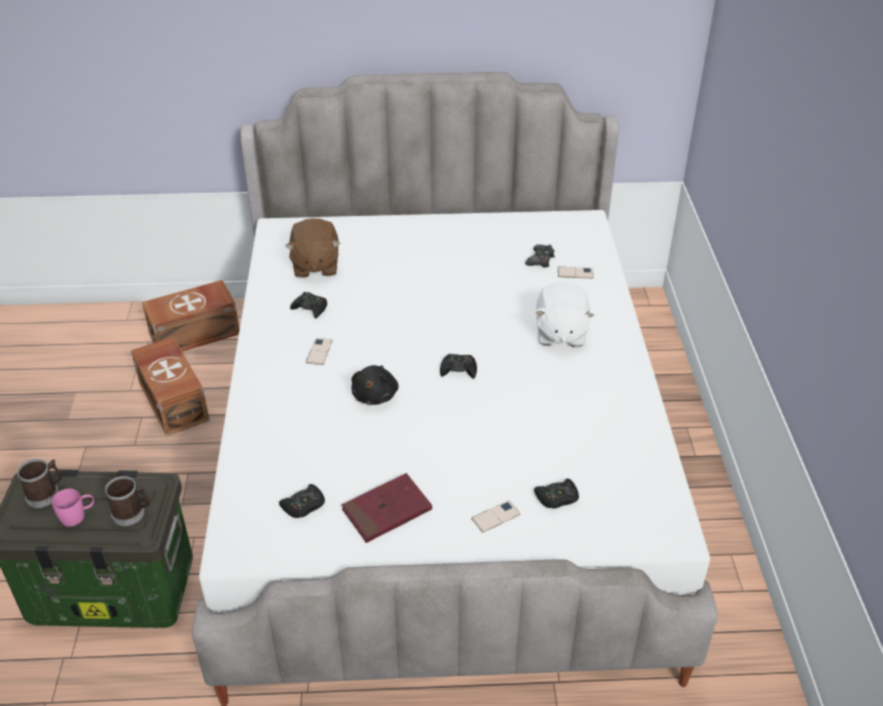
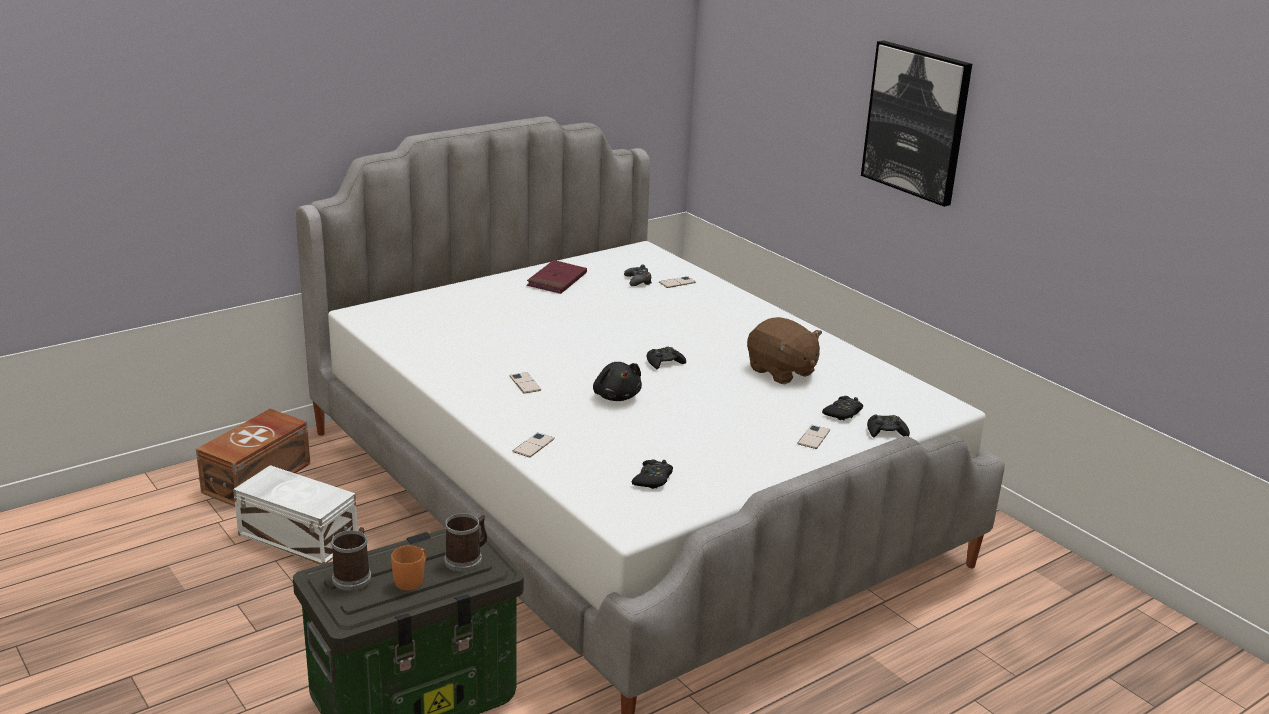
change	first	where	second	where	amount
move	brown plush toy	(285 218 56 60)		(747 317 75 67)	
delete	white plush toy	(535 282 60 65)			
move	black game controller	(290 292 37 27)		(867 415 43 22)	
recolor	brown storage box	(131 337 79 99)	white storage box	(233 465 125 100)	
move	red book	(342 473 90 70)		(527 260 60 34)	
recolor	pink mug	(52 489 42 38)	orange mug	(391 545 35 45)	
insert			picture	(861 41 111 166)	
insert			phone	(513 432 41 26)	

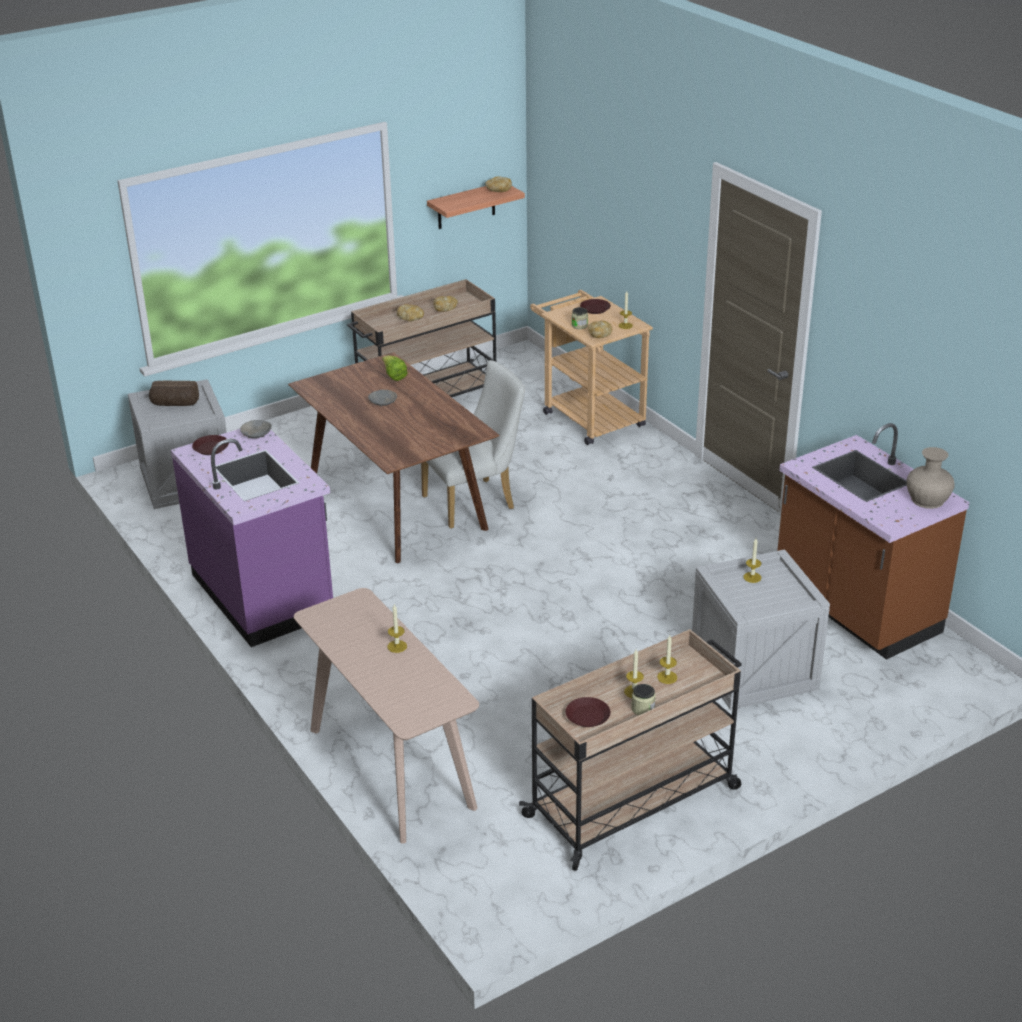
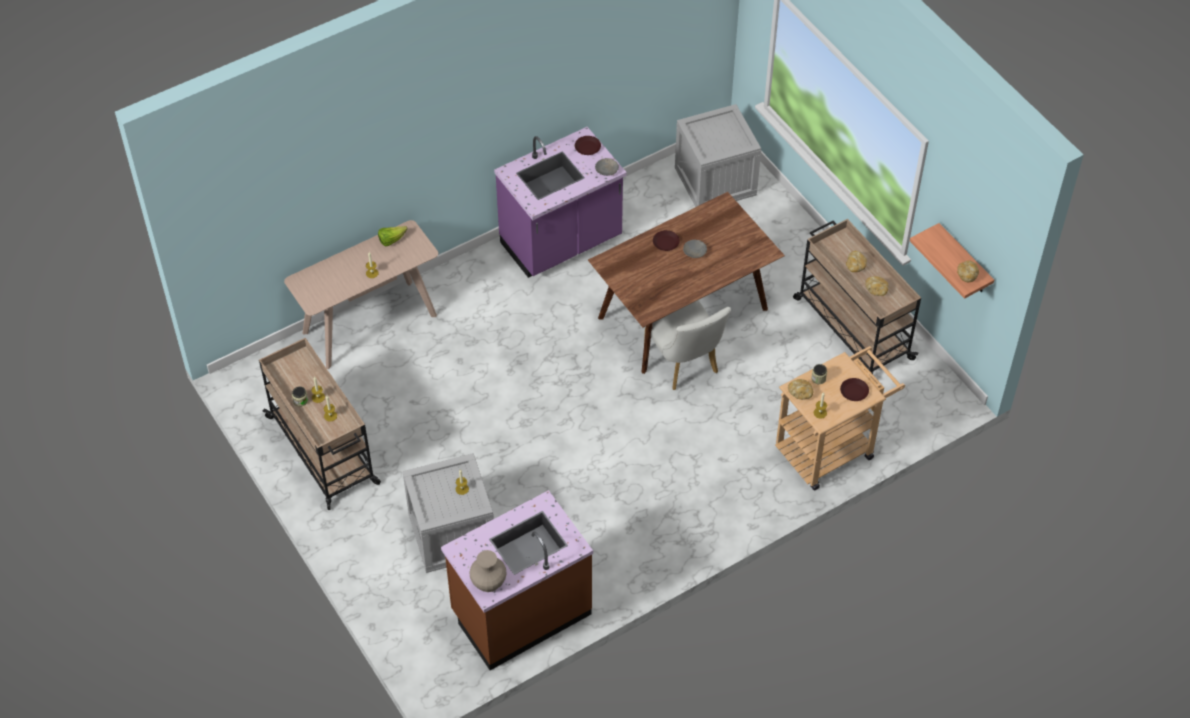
change	first	where	second	where	amount
move	lettuce	(382 355 26 26)		(378 226 29 20)	
delete	bread	(149 381 50 25)			
move	brown plate	(565 697 45 30)		(653 230 27 21)	

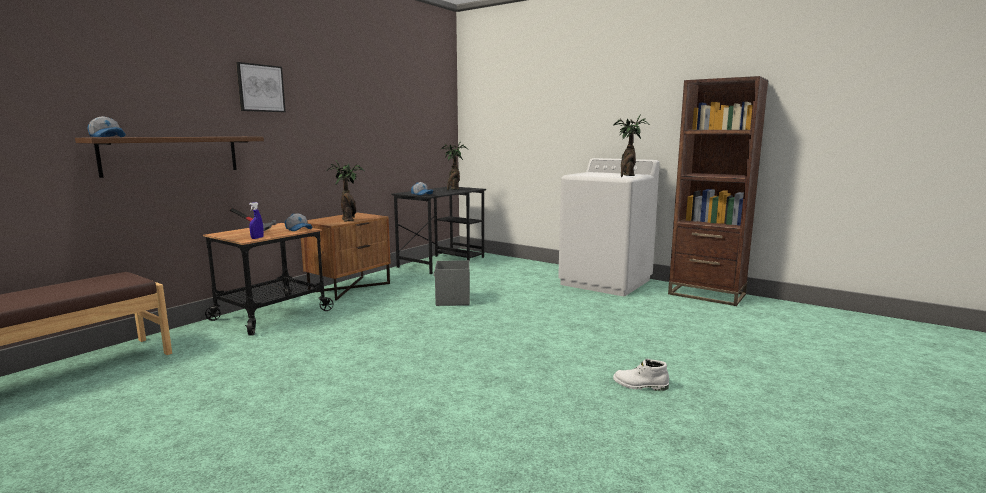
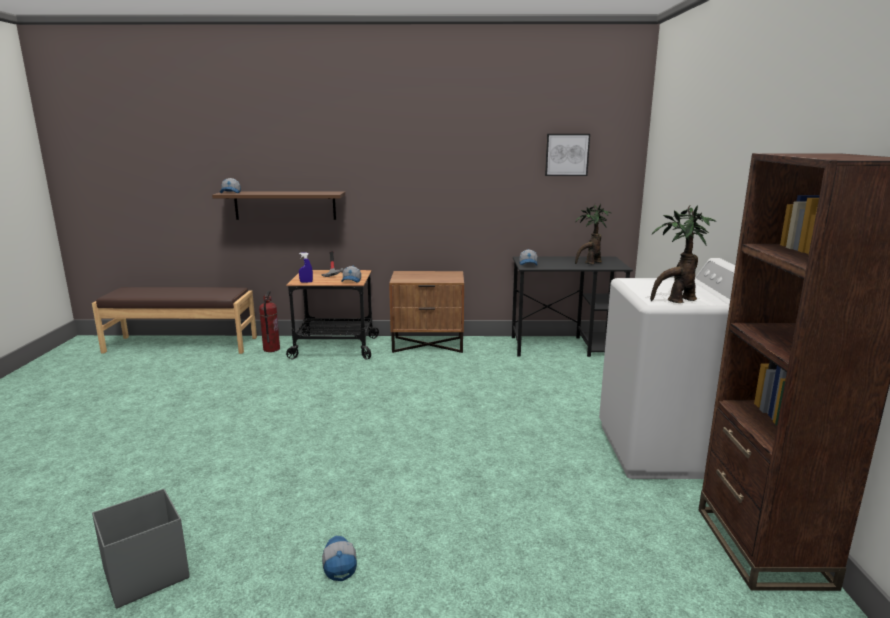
change	first	where	second	where	amount
move	picture	(236 62 50 50)		(545 134 45 42)	
delete	potted plant	(327 160 37 61)			
move	grey storage box	(434 260 36 46)		(92 489 98 119)	
replace	white boot	(613 359 56 32)	cap	(322 536 35 45)	
insert			fire extinguisher	(259 291 21 61)	

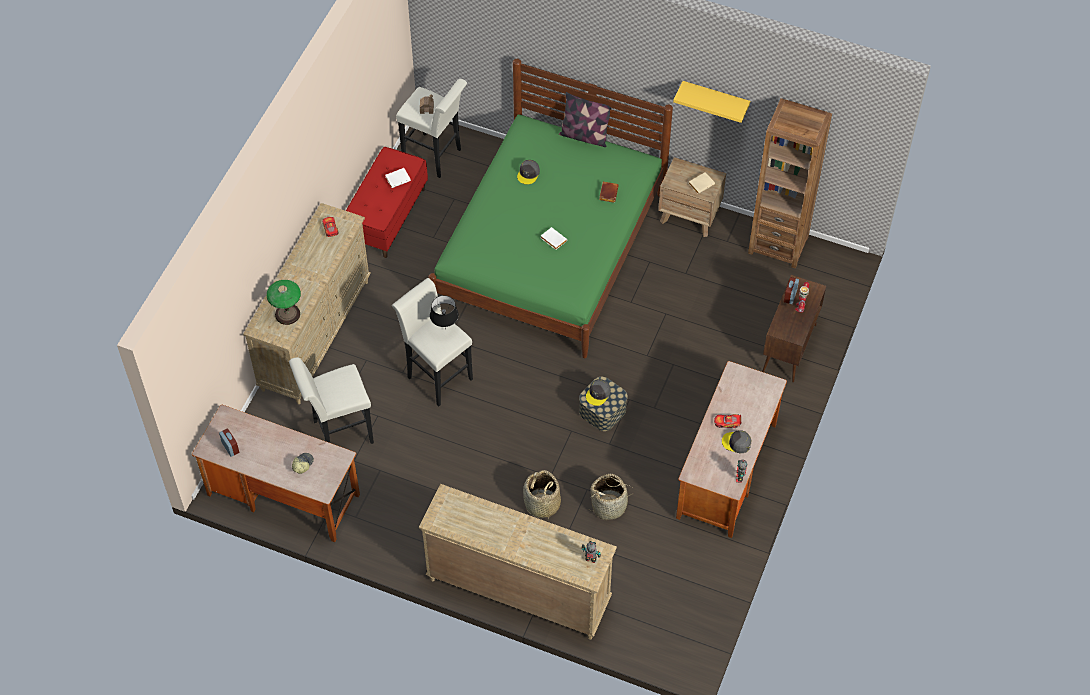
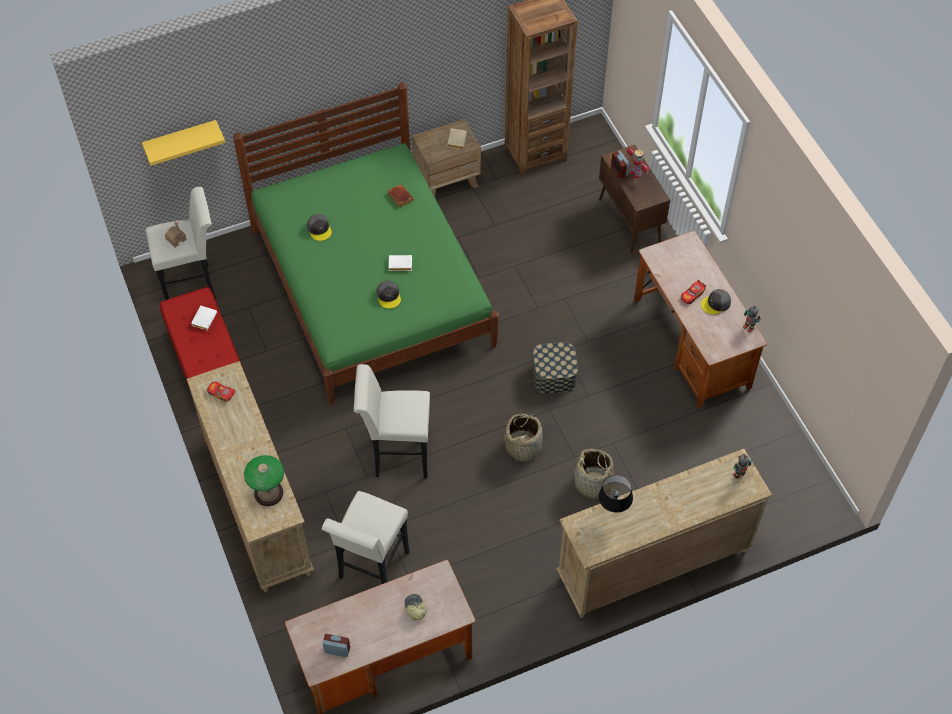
change	first	where	second	where	amount
move	yellow shelf	(673 81 77 42)		(142 120 83 46)	
delete	pillow	(559 92 52 55)			
move	black table lamp	(430 295 29 35)		(599 475 34 38)	
move	grey cap	(586 379 25 27)		(376 280 25 29)	
move	basket	(590 474 45 46)		(504 414 39 48)	

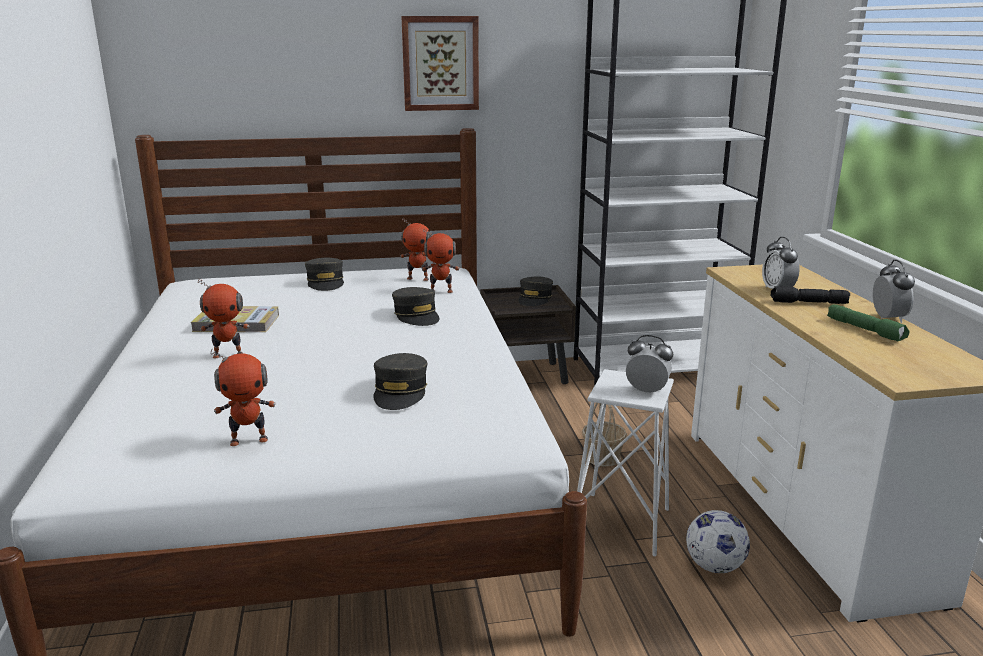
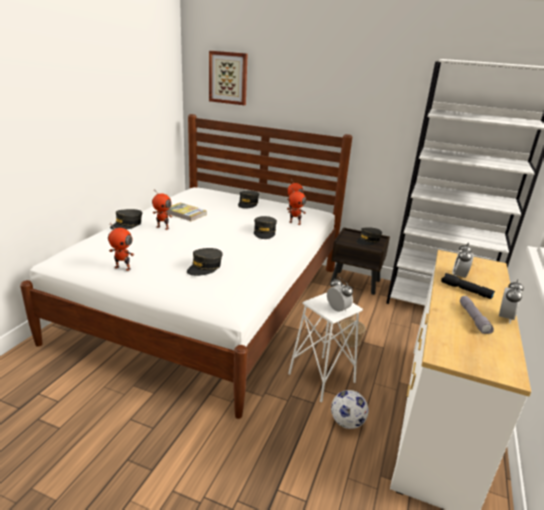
change	first	where	second	where	amount
move	picture	(401 16 78 95)		(209 51 39 54)	
recolor	green flashlight	(827 304 83 37)	grey flashlight	(460 296 34 38)	
insert			grey cap	(110 209 32 21)	

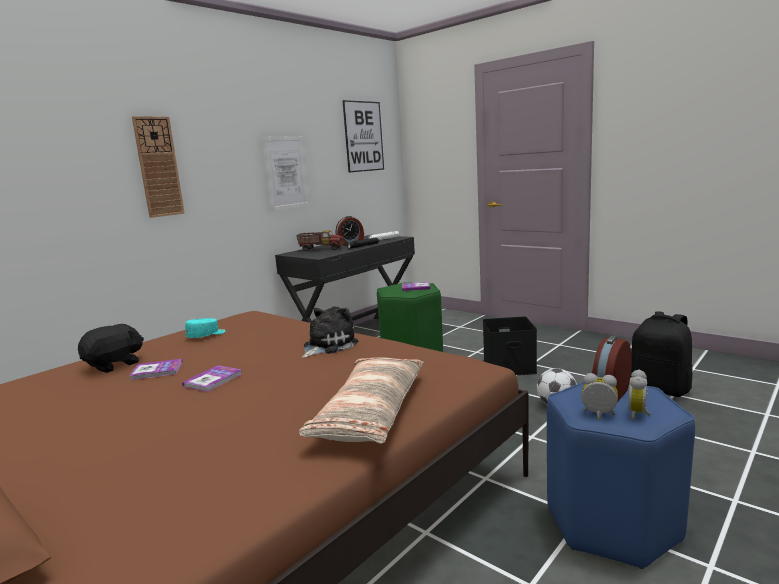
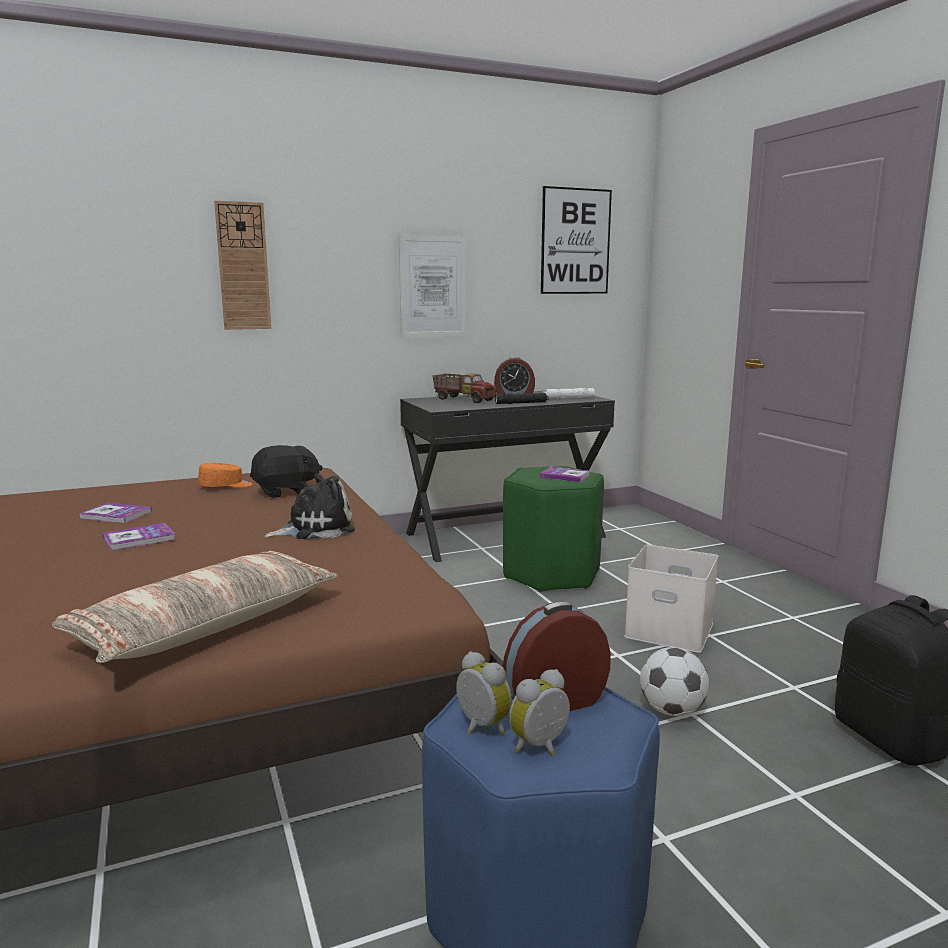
change	first	where	second	where	amount
recolor	black storage box	(483 316 54 59)	white storage box	(624 545 94 108)	
recolor	turquoise cap	(185 318 40 20)	orange cap	(198 463 55 25)	
move	black plush toy	(78 324 66 49)		(250 445 73 53)	

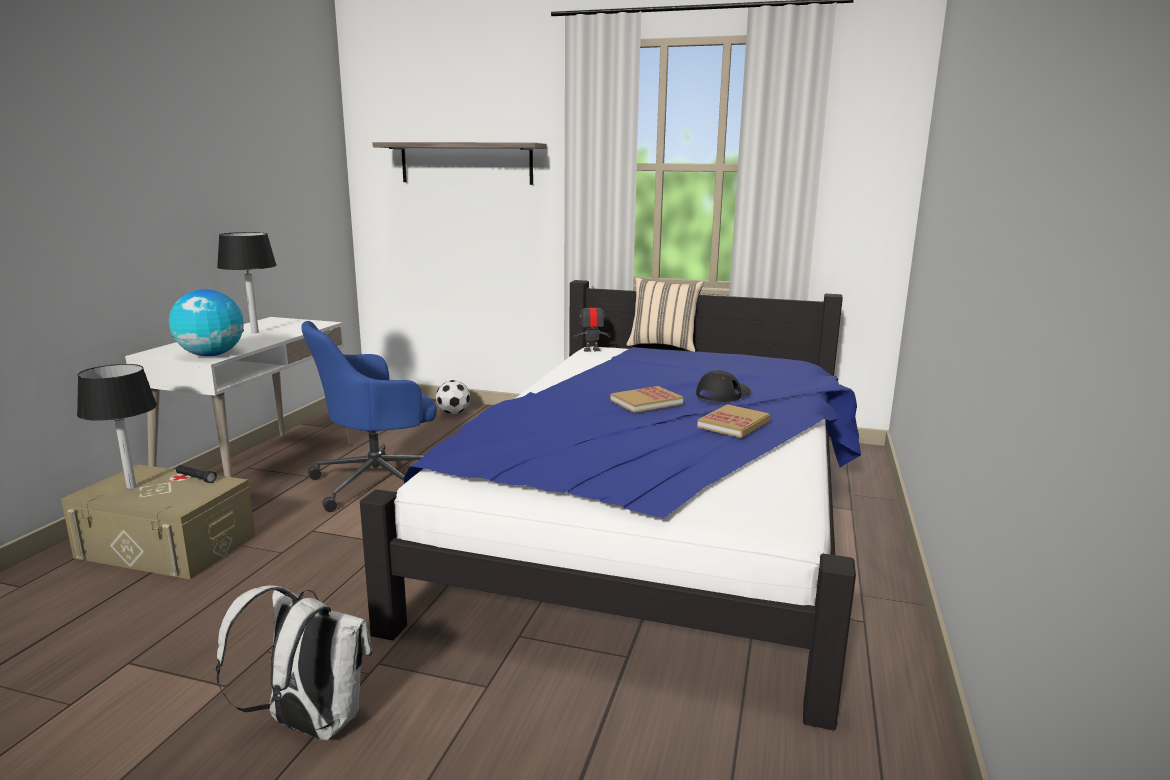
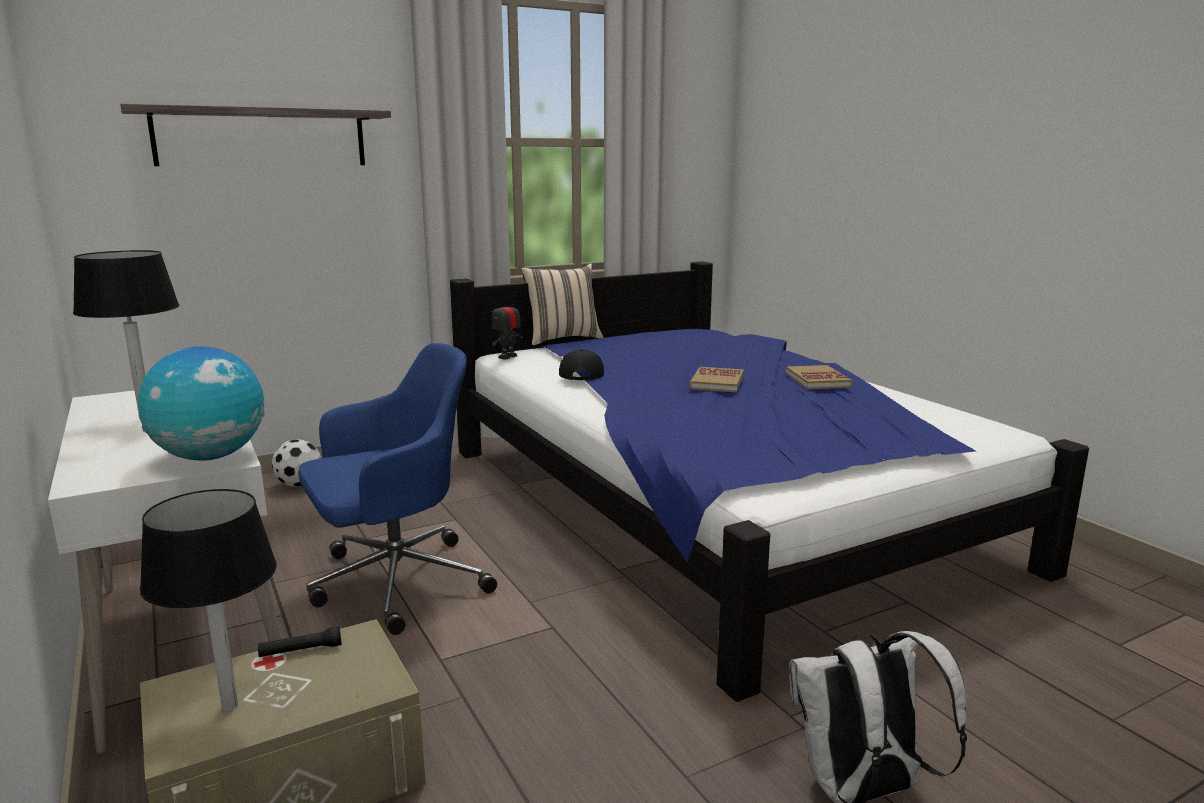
change	first	where	second	where	amount
rotate	blue office chair	(301 321 136 191)		(298 343 199 292)	135 degrees counterclockwise
move	black cap	(696 370 55 32)		(559 349 45 31)	

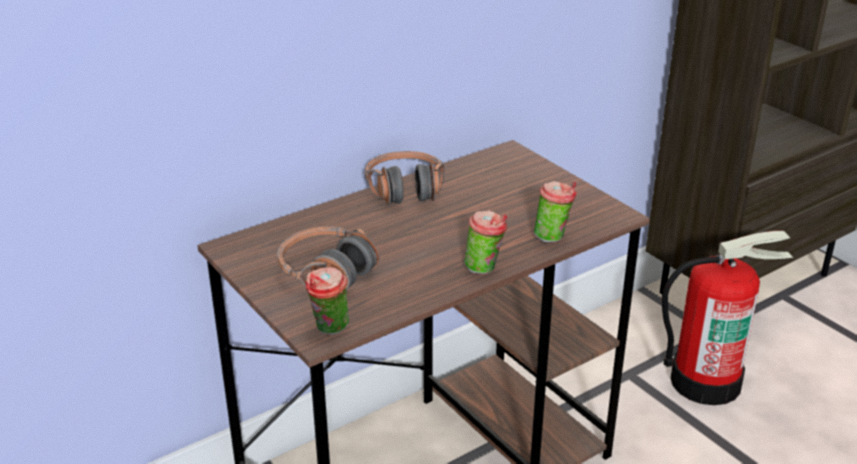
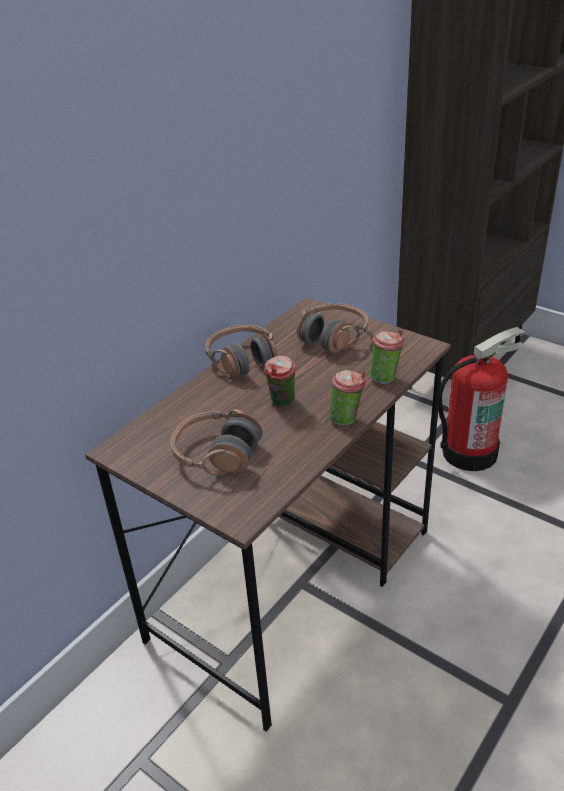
change	first	where	second	where	amount
move	cup	(306 267 43 68)		(264 356 32 52)	
insert			headphones	(297 303 71 50)	

